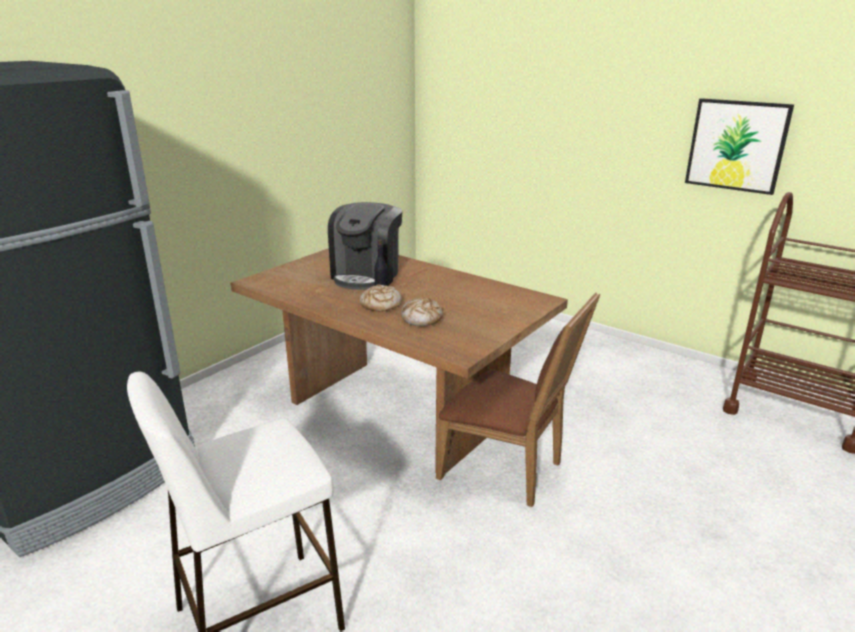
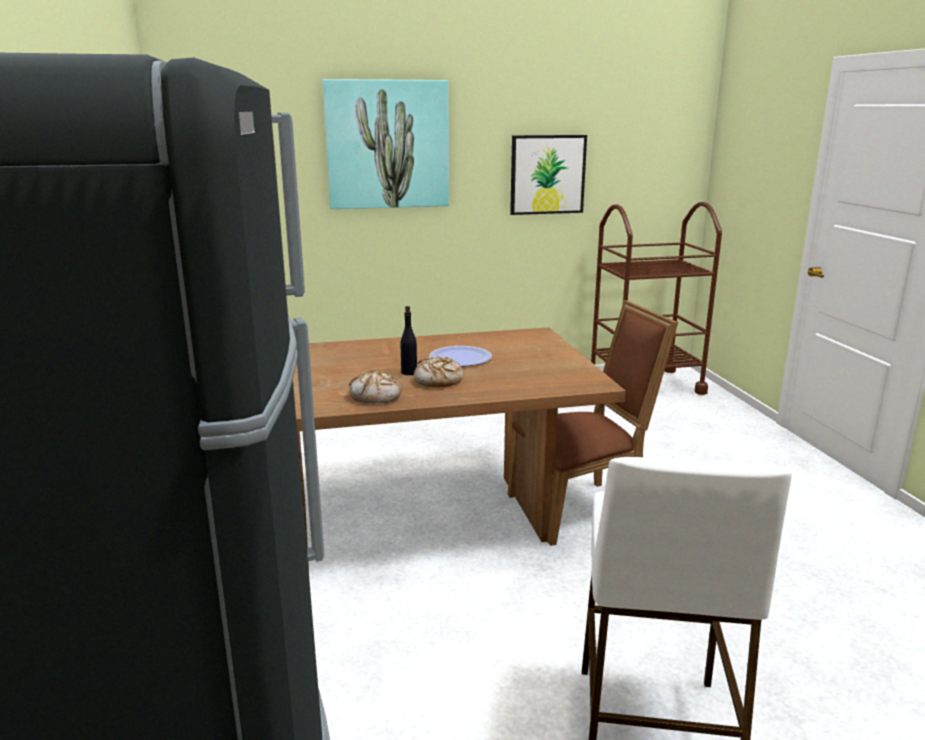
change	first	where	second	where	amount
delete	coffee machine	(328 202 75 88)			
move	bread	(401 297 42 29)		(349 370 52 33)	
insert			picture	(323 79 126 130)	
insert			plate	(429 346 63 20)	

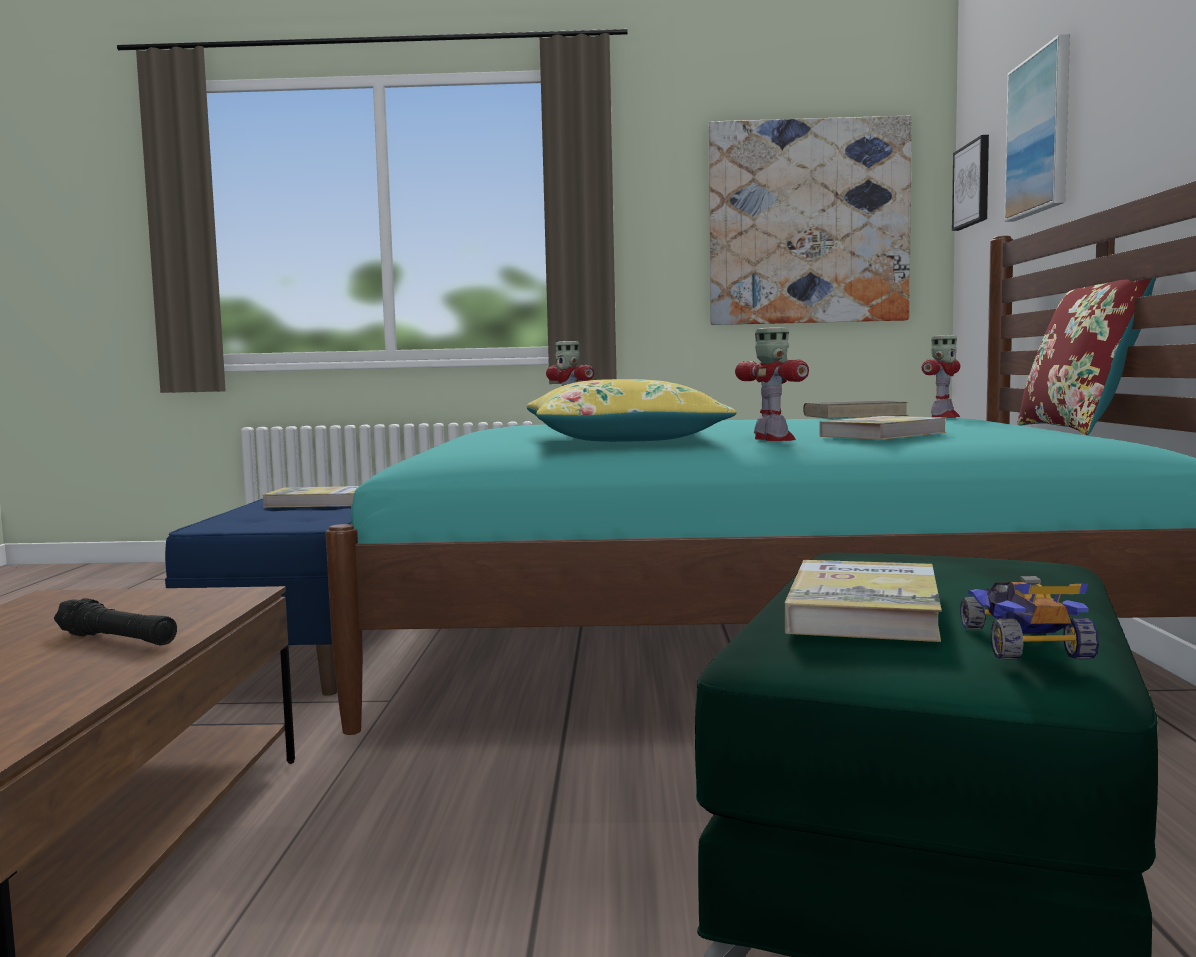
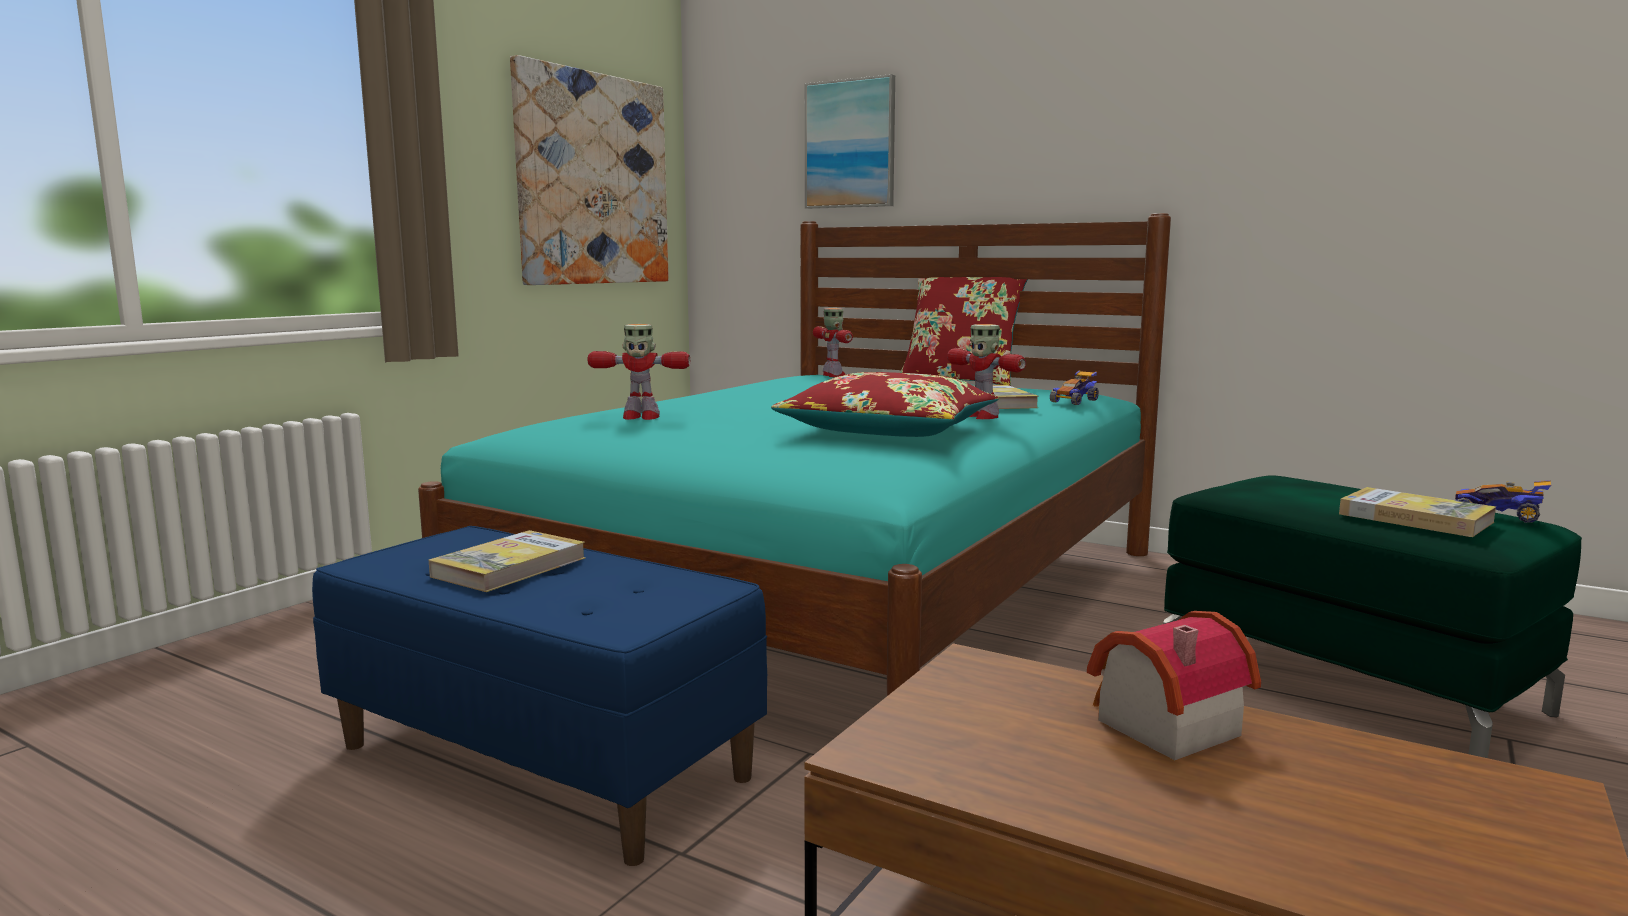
change	first	where	second	where	amount
delete	picture	(952 135 37 96)			
rotate	toy robot	(735 327 74 114)		(947 324 79 95)	135 degrees counterclockwise
recolor	yellow pillow	(527 379 209 63)	red pillow	(771 372 228 65)	
delete	brown book	(803 401 105 18)			
replace	black flashlight	(54 598 123 47)	toy house	(1087 611 174 149)	
insert			toy car	(1050 371 49 34)	

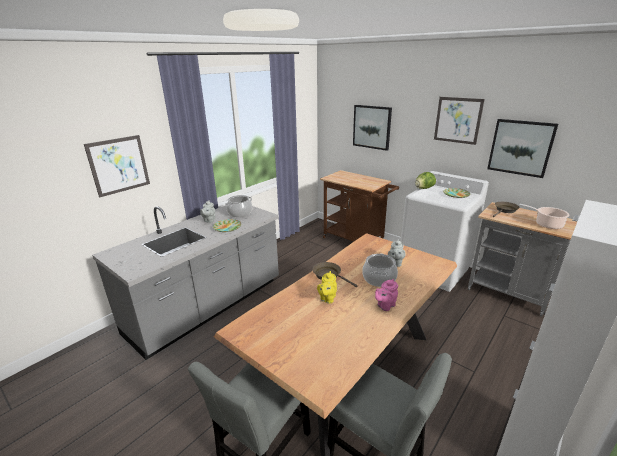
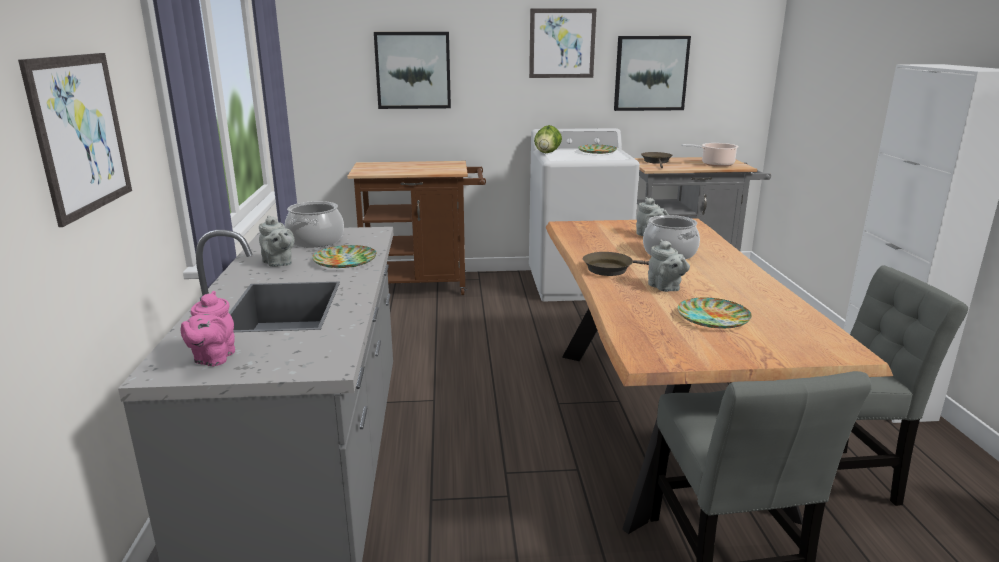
change	first	where	second	where	amount
recolor	yellow teapot	(317 271 20 33)	grey teapot	(648 239 42 53)	
move	pink teapot	(375 279 23 32)		(181 291 54 75)	
insert			plate	(677 298 75 31)	

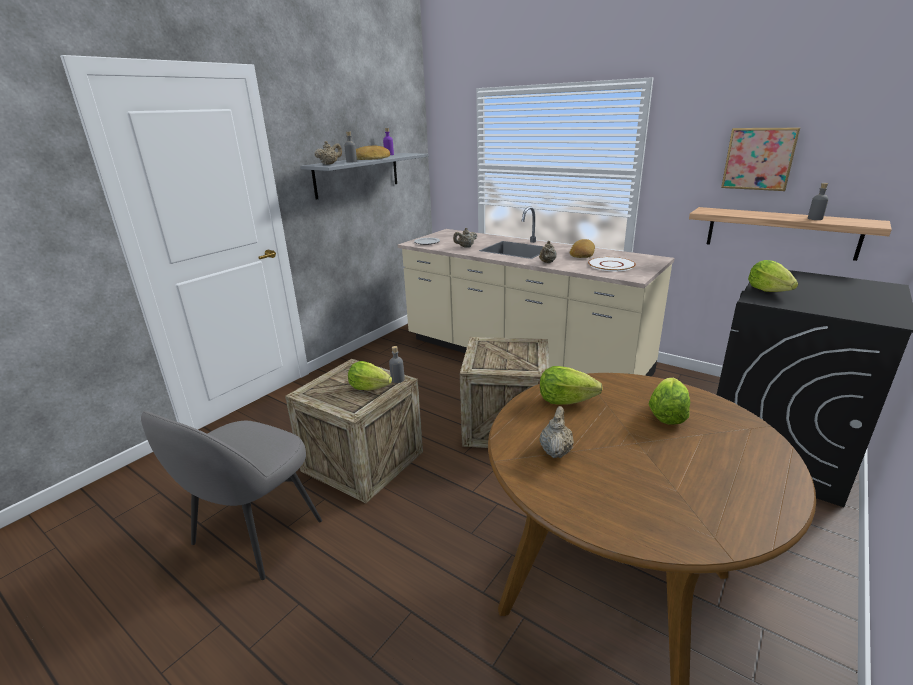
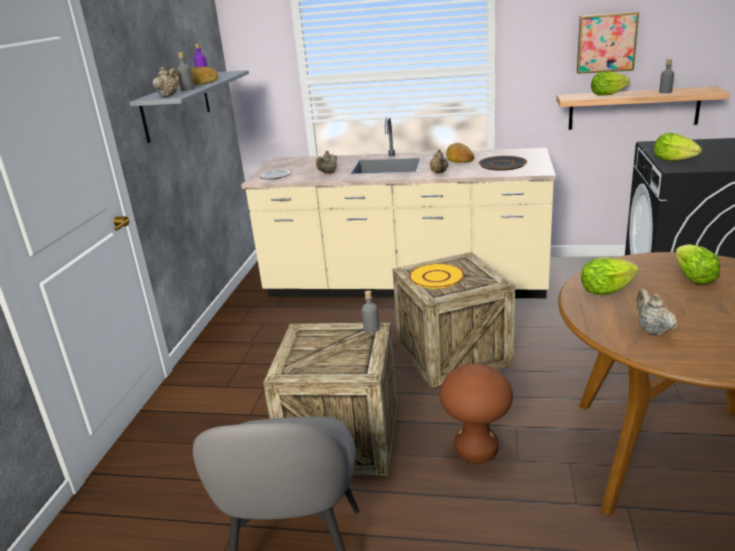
change	first	where	second	where	amount
recolor	white plate	(588 257 48 14)	black plate	(479 156 48 15)	
move	lettuce	(348 361 44 29)		(591 71 39 25)	
insert			yellow plate	(409 264 55 25)	
insert			brown stool	(439 364 74 100)	

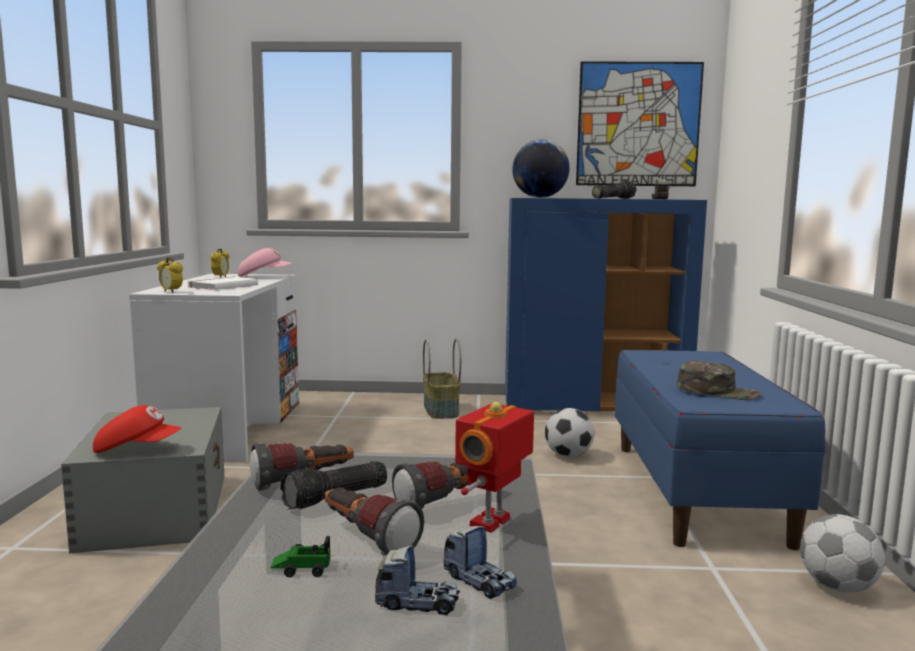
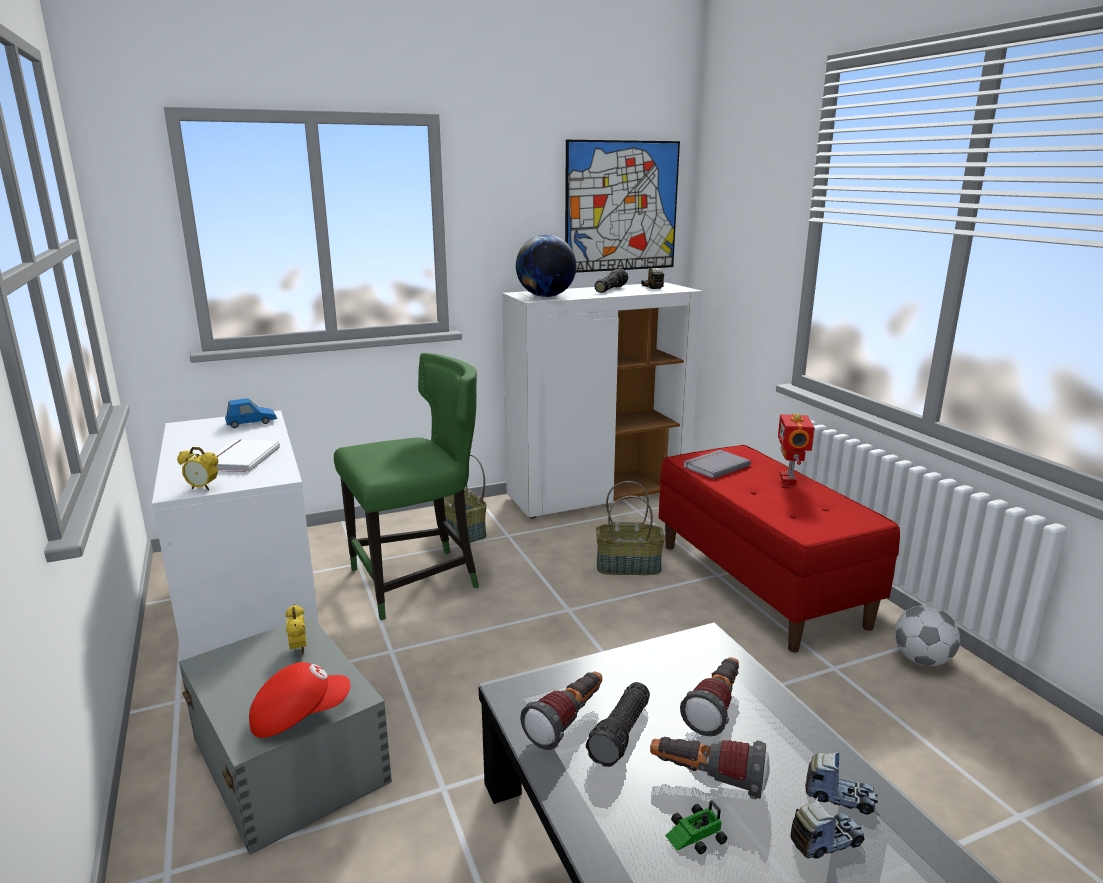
change	first	where	second	where	amount
recolor	blue cabinet	(505 198 202 214)	white cabinet	(502 282 201 237)	
move	alarm clock	(211 248 18 30)		(286 604 21 49)	
replace	pink cap	(238 248 54 29)	blue toy car	(225 398 52 30)	
recolor	blue bench	(615 350 210 200)	red bench	(659 445 241 207)	
delete	green cap	(677 360 84 40)			
move	toy robot	(455 402 79 131)		(778 413 36 70)	
replace	football	(545 408 49 50)	basket	(596 481 69 94)	
insert			green chair	(334 353 145 267)	
insert			grey book	(683 450 68 29)	

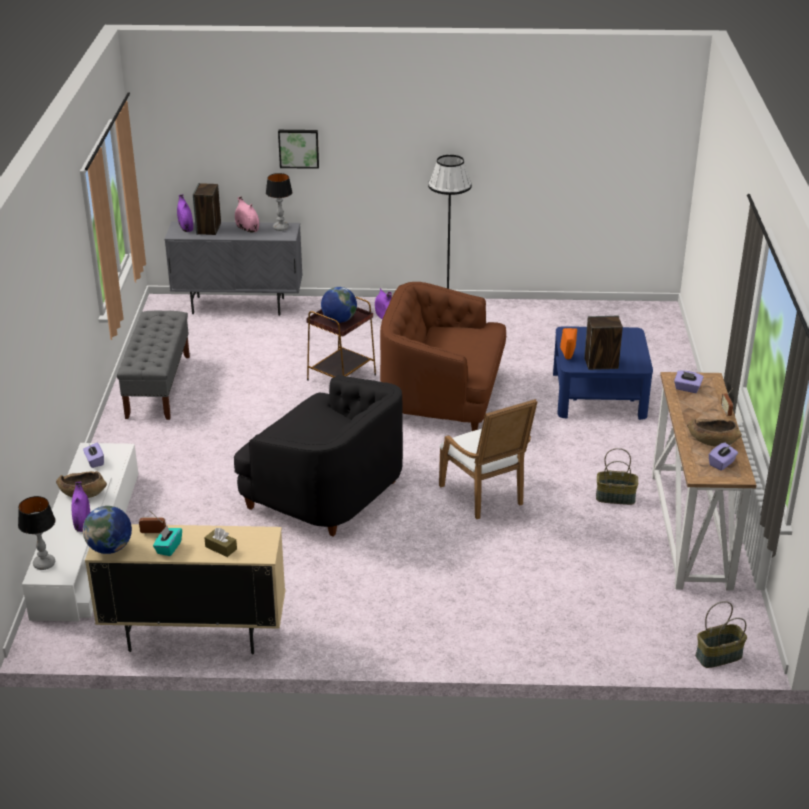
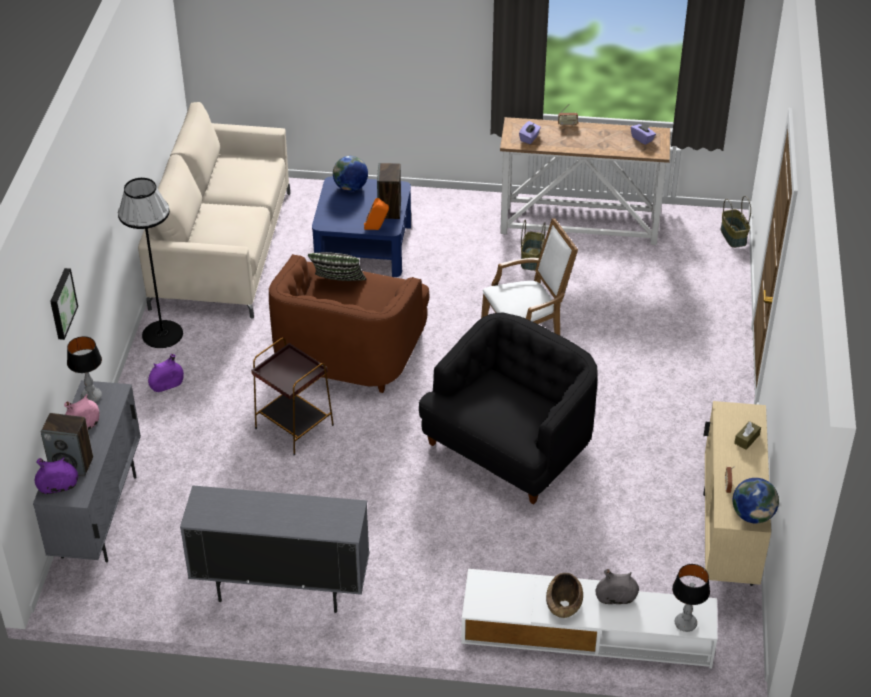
change	first	where	second	where	amount
move	globe	(321 287 36 36)		(333 156 35 35)	
replace	grey bench	(117 310 73 110)	grey cabinet	(180 485 189 128)	
delete	brown bowl	(687 418 55 28)			
delete	purple tissue box	(83 443 21 25)			
recolor	purple vase	(72 482 18 50)	grey vase	(596 569 43 35)	
delete	turquoise tissue box	(153 526 29 30)			
insert			beige sofa	(138 102 152 216)	
insert			pillow	(308 252 59 29)	

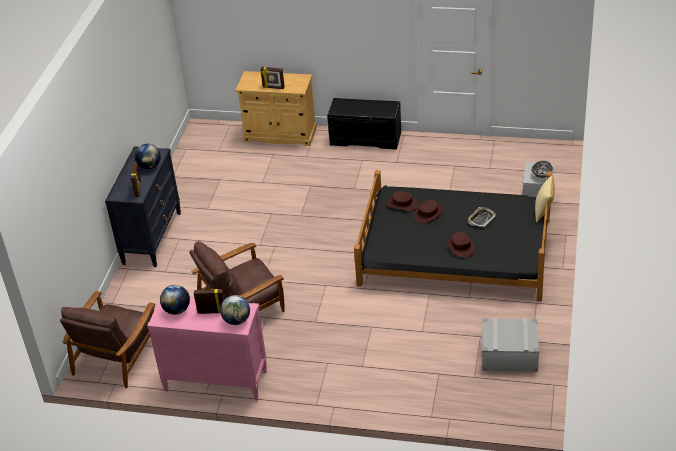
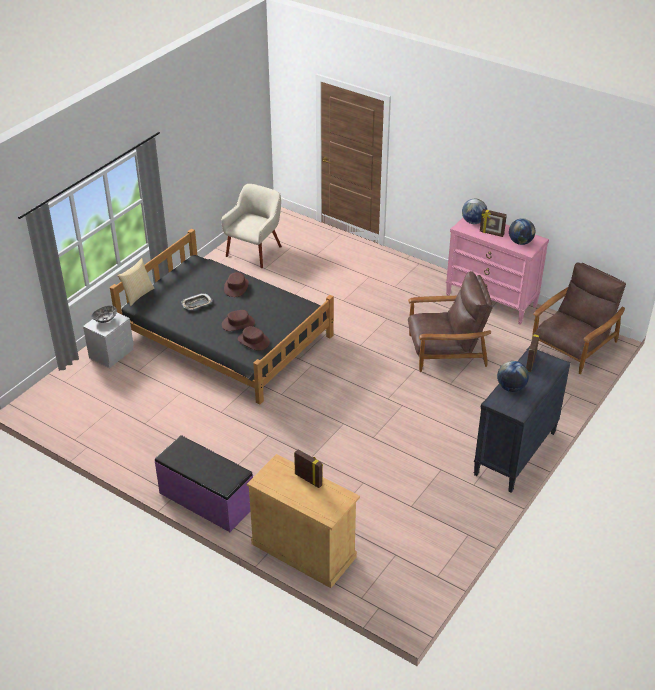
change	first	where	second	where	amount
recolor	black bench	(327 98 74 52)	purple bench	(155 435 98 97)	
replace	grey storage box	(481 318 58 54)	beige armchair	(221 184 61 84)	

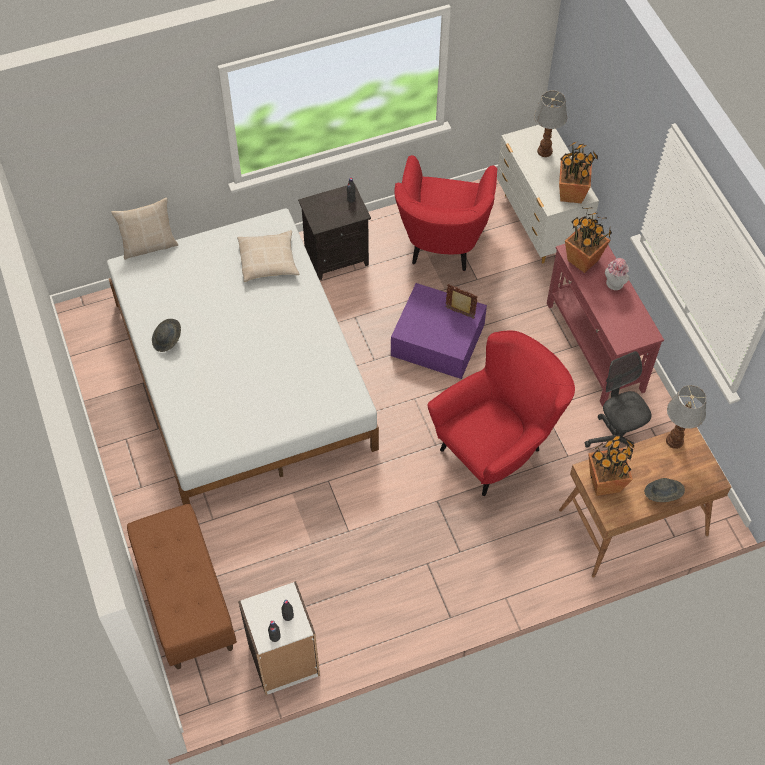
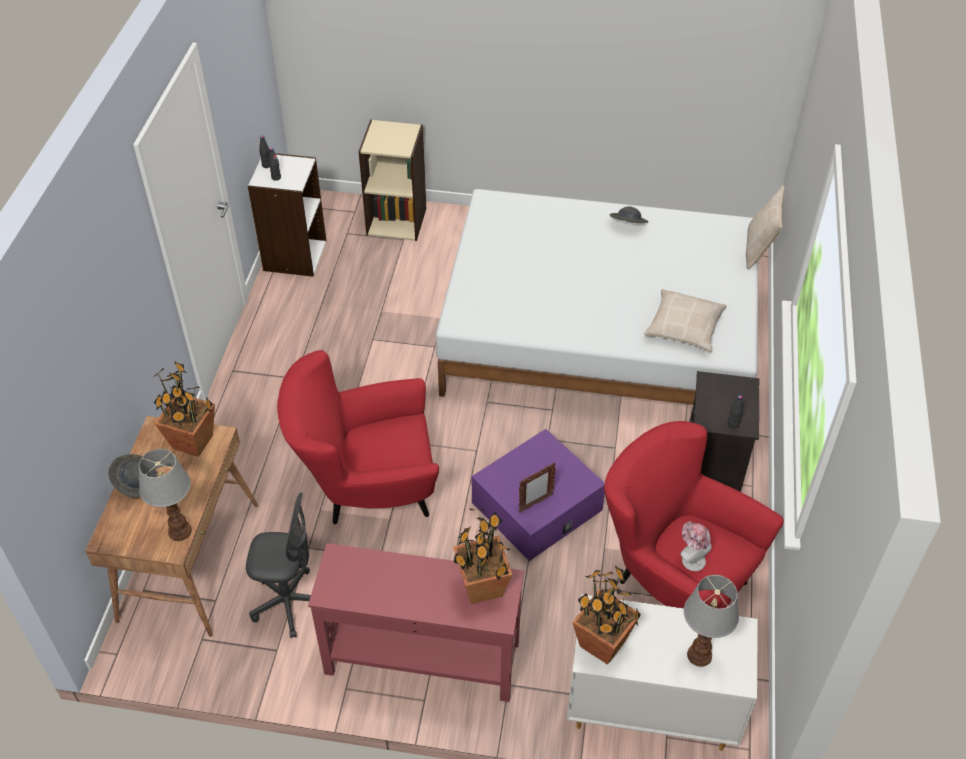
change	first	where	second	where	amount
move	hat	(605 258 24 32)		(680 521 32 50)	
rotate	red armchair	(427 330 148 166)		(277 350 162 174)	90 degrees clockwise
replace	brown bench	(127 504 110 165)	beige bookcase	(359 119 67 122)	

